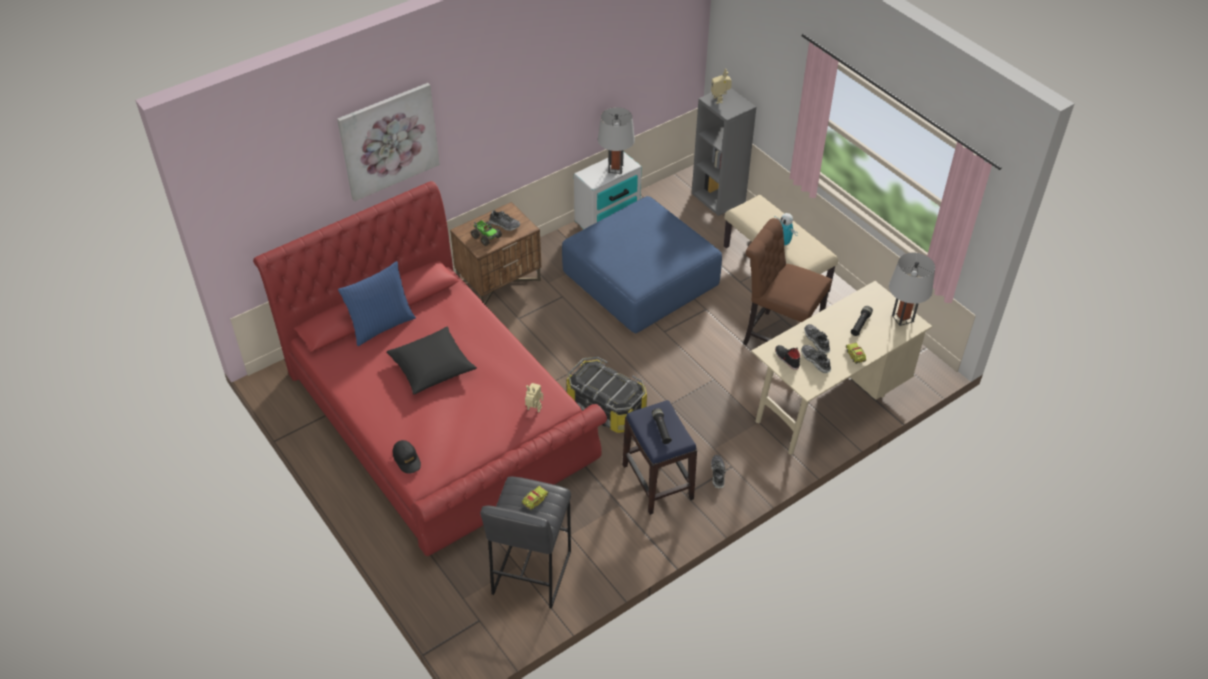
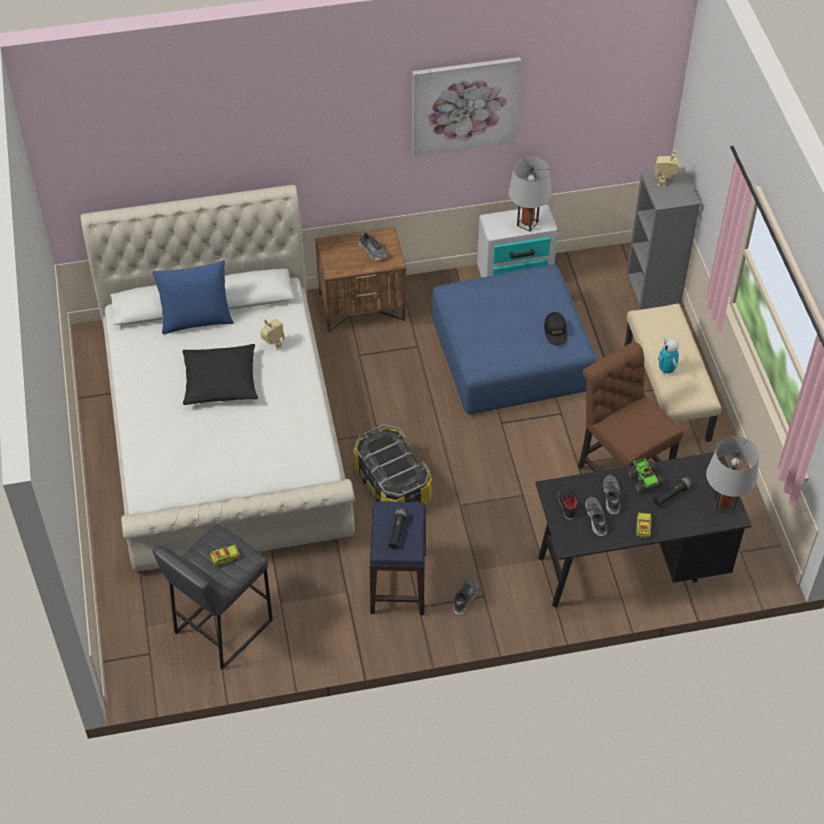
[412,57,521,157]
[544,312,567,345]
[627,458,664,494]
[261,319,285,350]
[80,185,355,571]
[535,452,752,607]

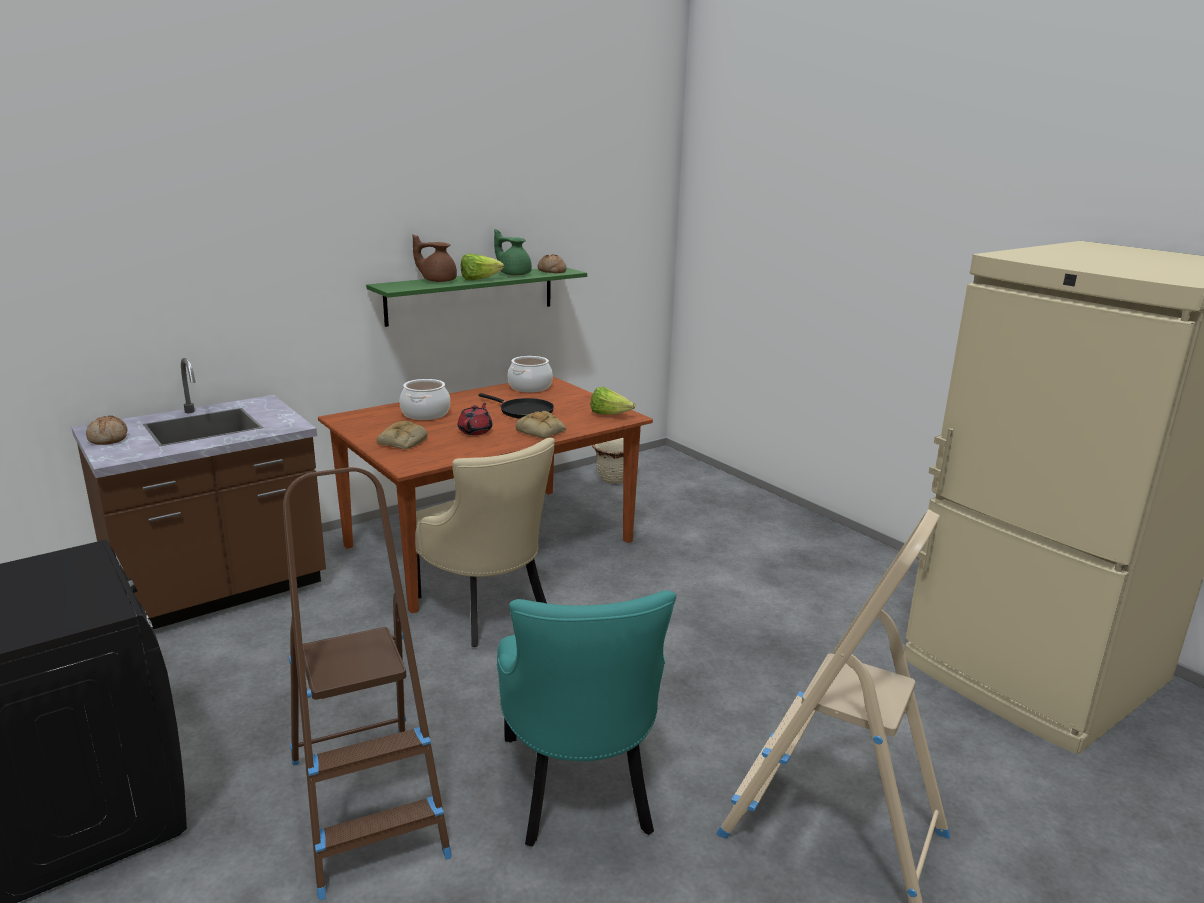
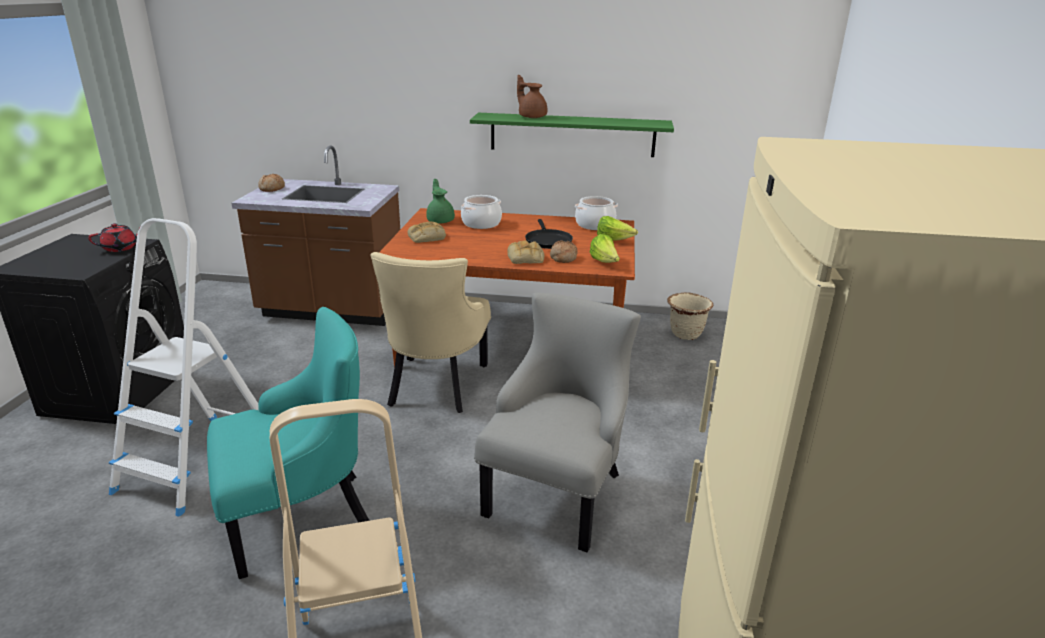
[474,293,641,552]
[88,223,140,252]
[597,216,638,241]
[426,179,455,224]
[550,240,578,263]
[109,218,259,517]
[207,307,370,579]

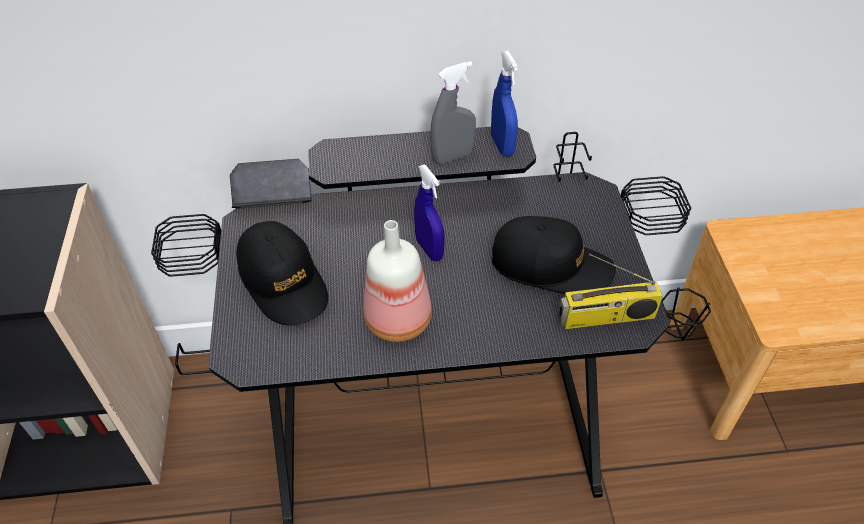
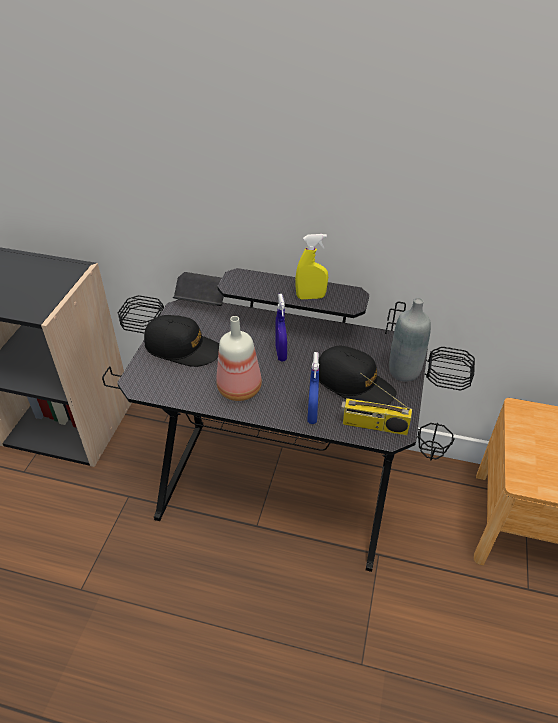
[389,298,431,382]
[307,352,319,424]
[295,234,328,299]
[144,315,219,367]

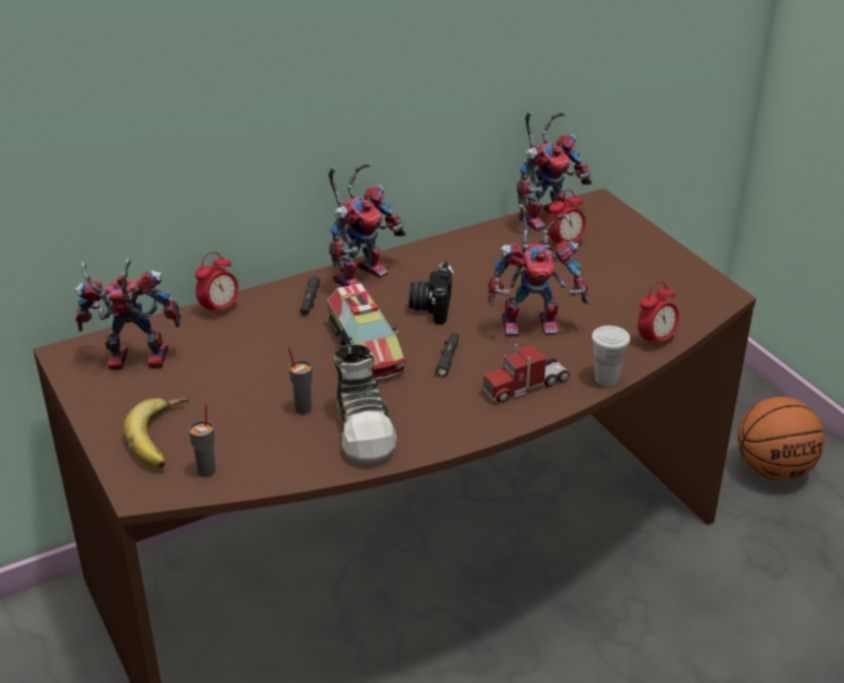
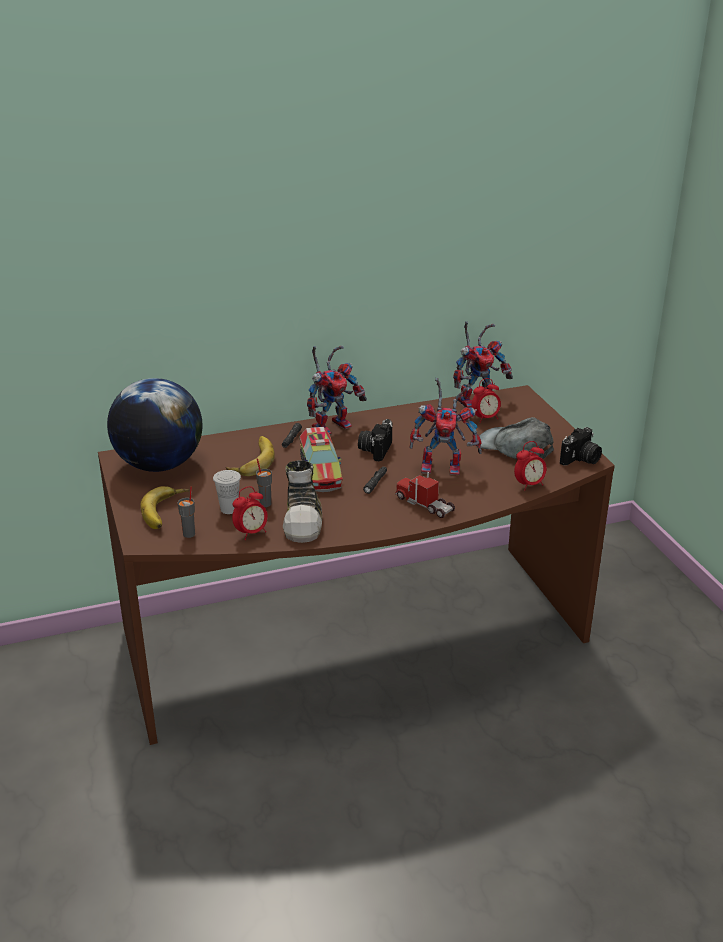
[737,397,825,481] (first image)
[226,436,275,476]
[475,417,554,459]
[560,427,602,465]
[232,486,268,540]
[213,470,241,514]
[107,378,202,472]
[395,472,455,518]

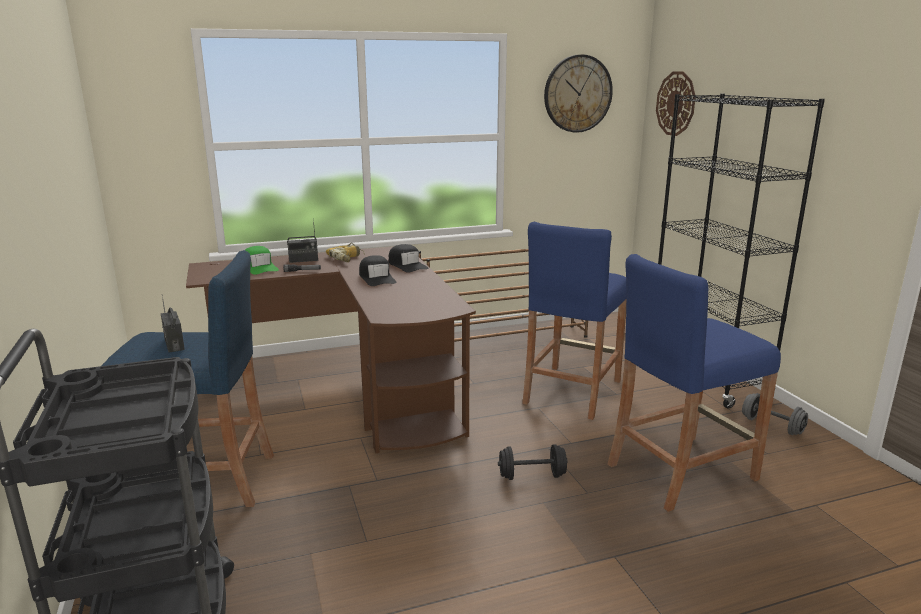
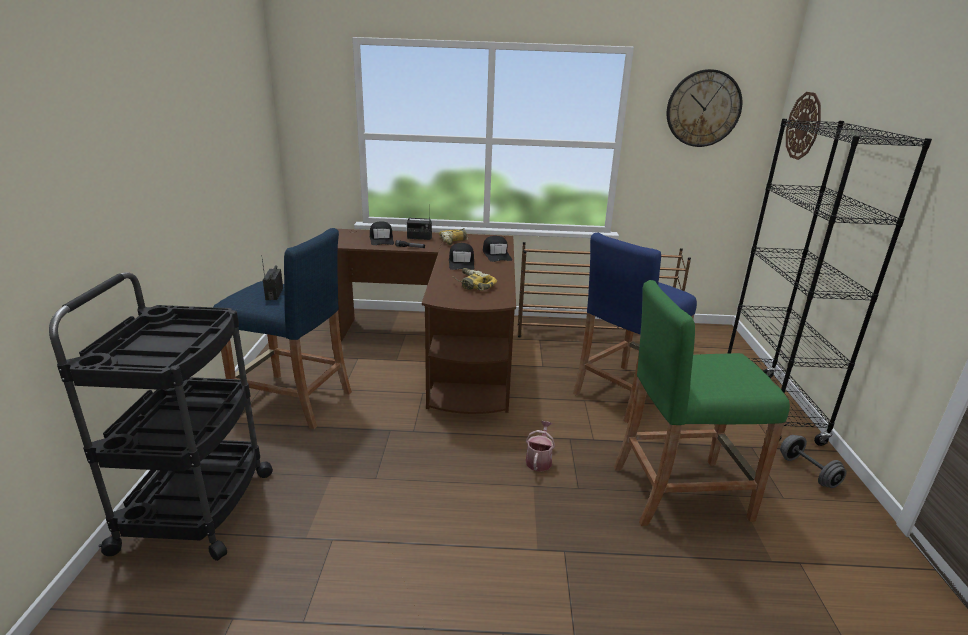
[453,268,497,291]
[526,421,555,472]
[370,221,394,245]
[614,280,790,526]

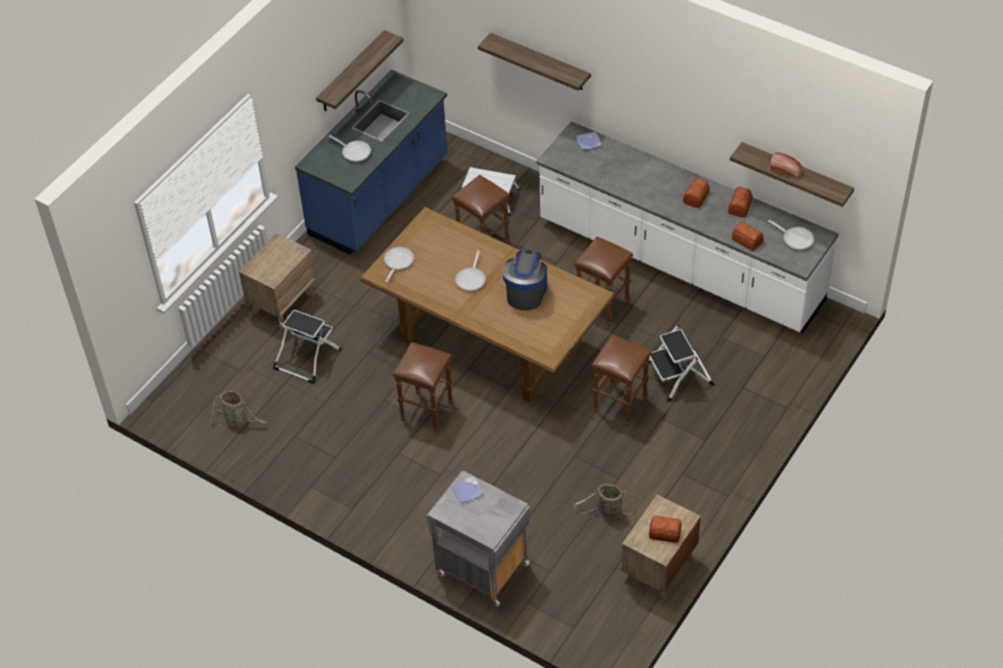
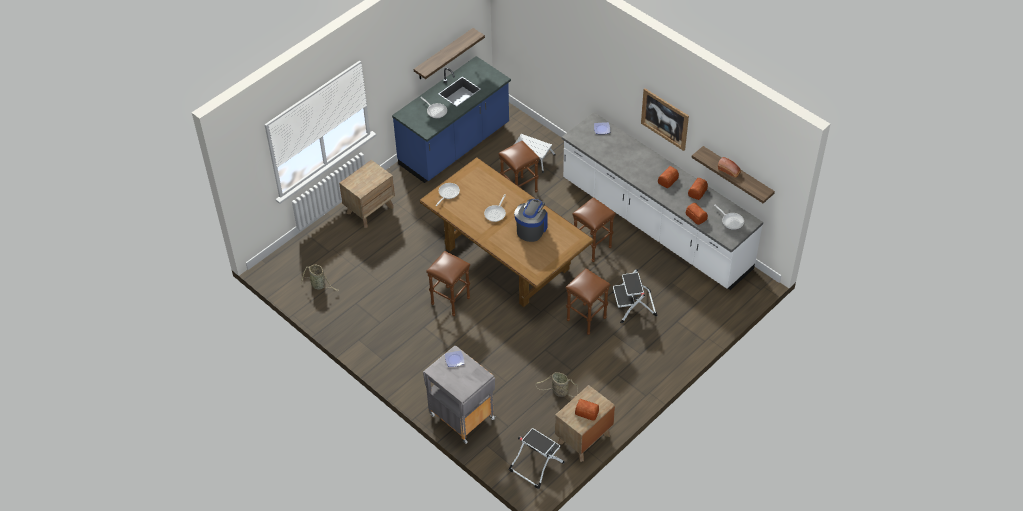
[478,33,591,91] (first image)
[641,88,689,151]
[508,428,565,489]

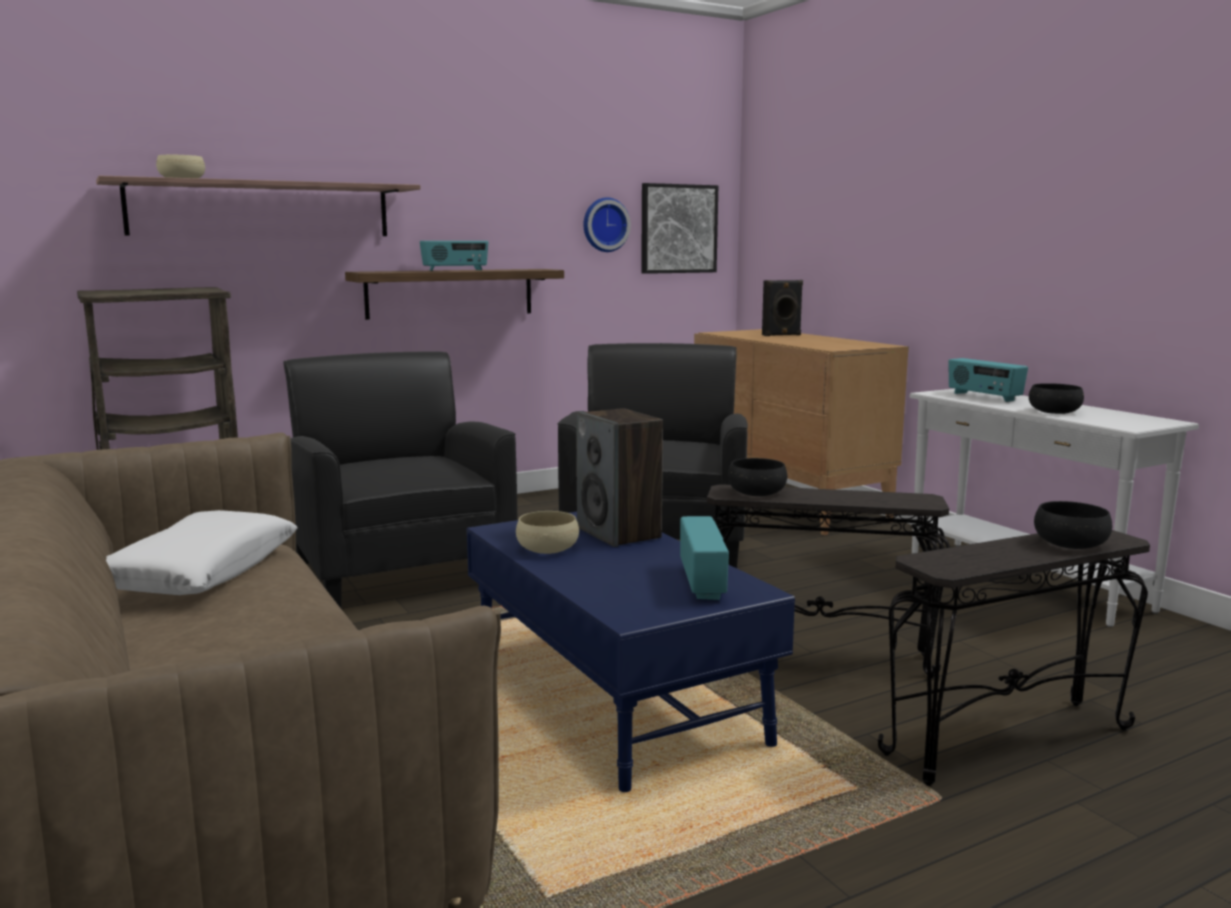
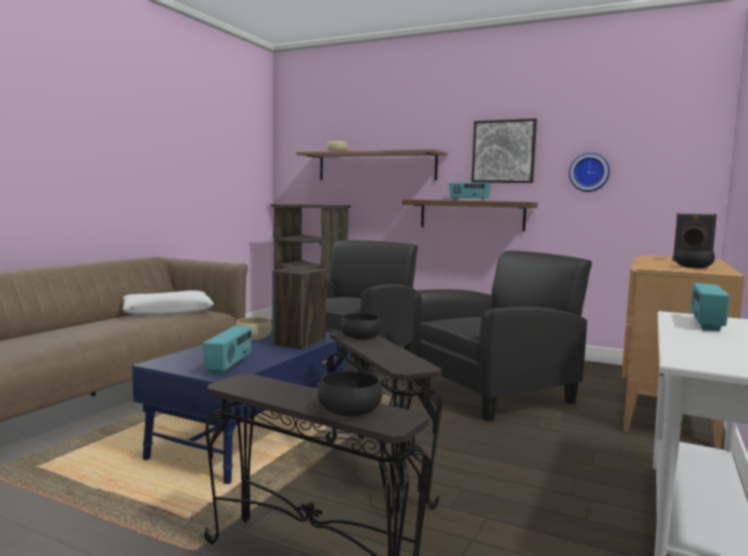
[471,119,537,183]
[674,248,715,268]
[203,326,252,375]

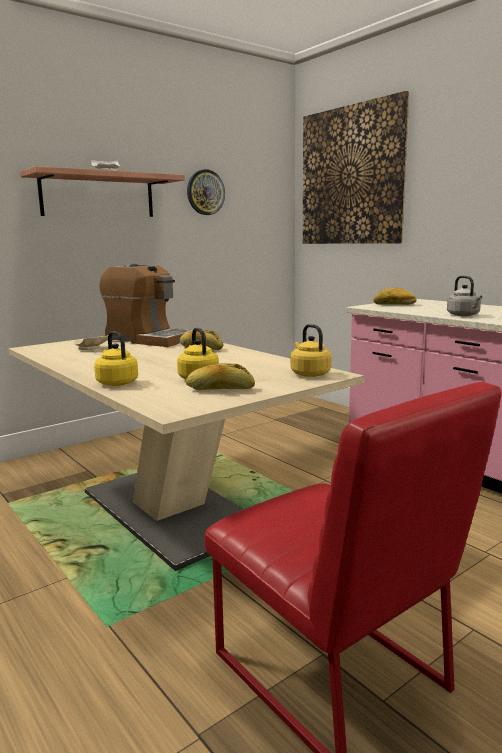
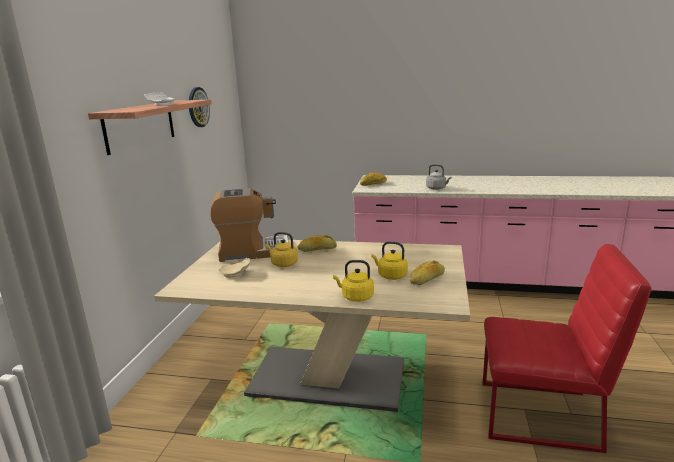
[303,91,409,244] (first image)
[265,232,298,267]

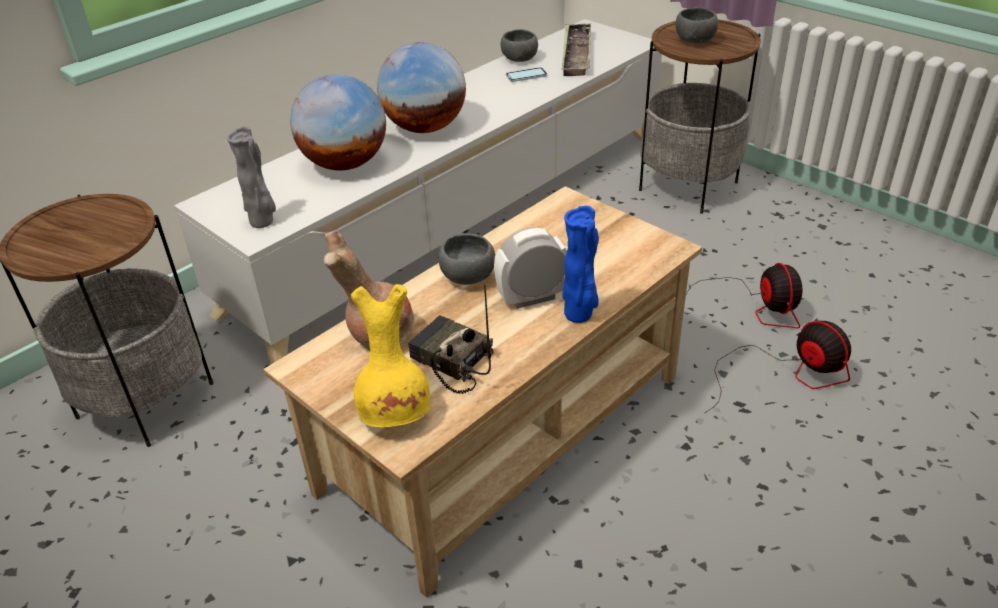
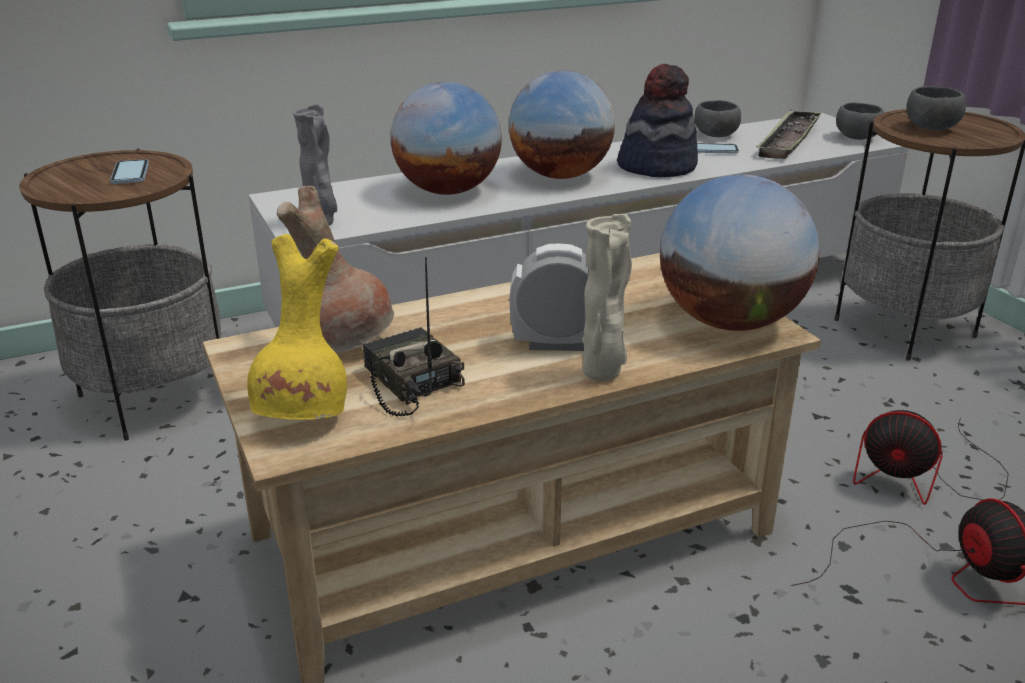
[110,159,149,184]
[617,64,698,177]
[660,174,820,331]
[836,102,884,140]
[583,214,632,381]
[853,410,1009,505]

